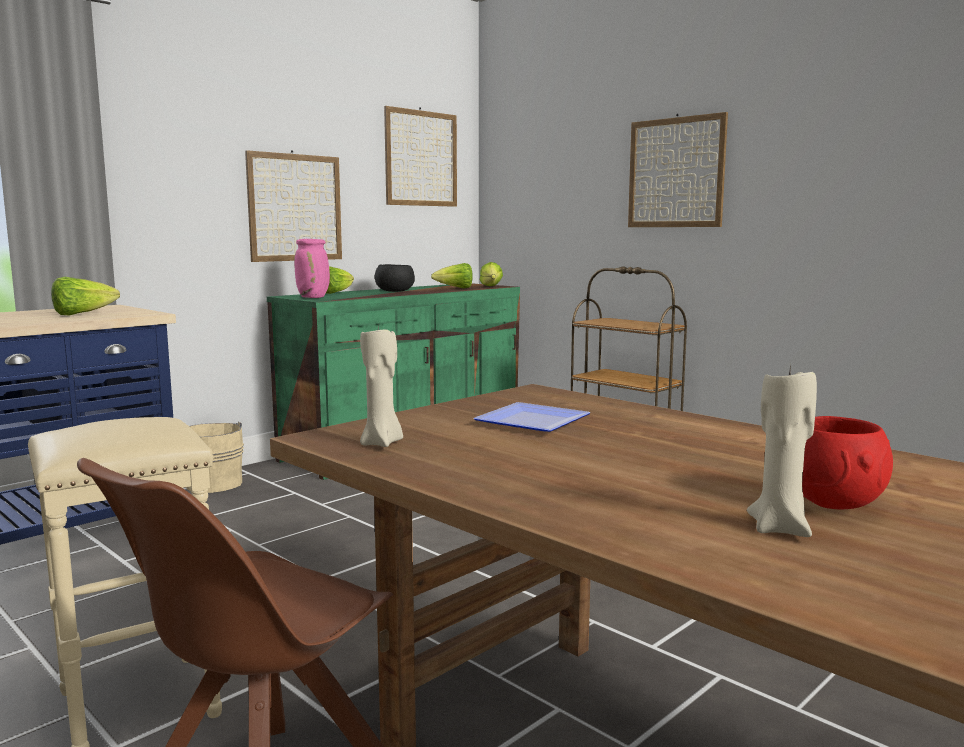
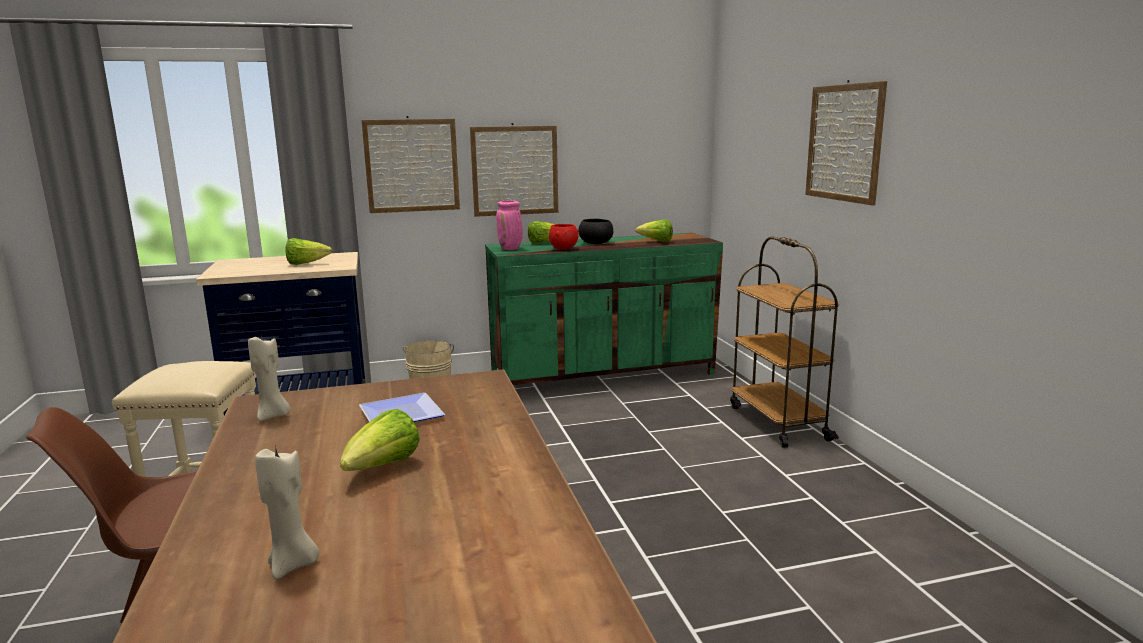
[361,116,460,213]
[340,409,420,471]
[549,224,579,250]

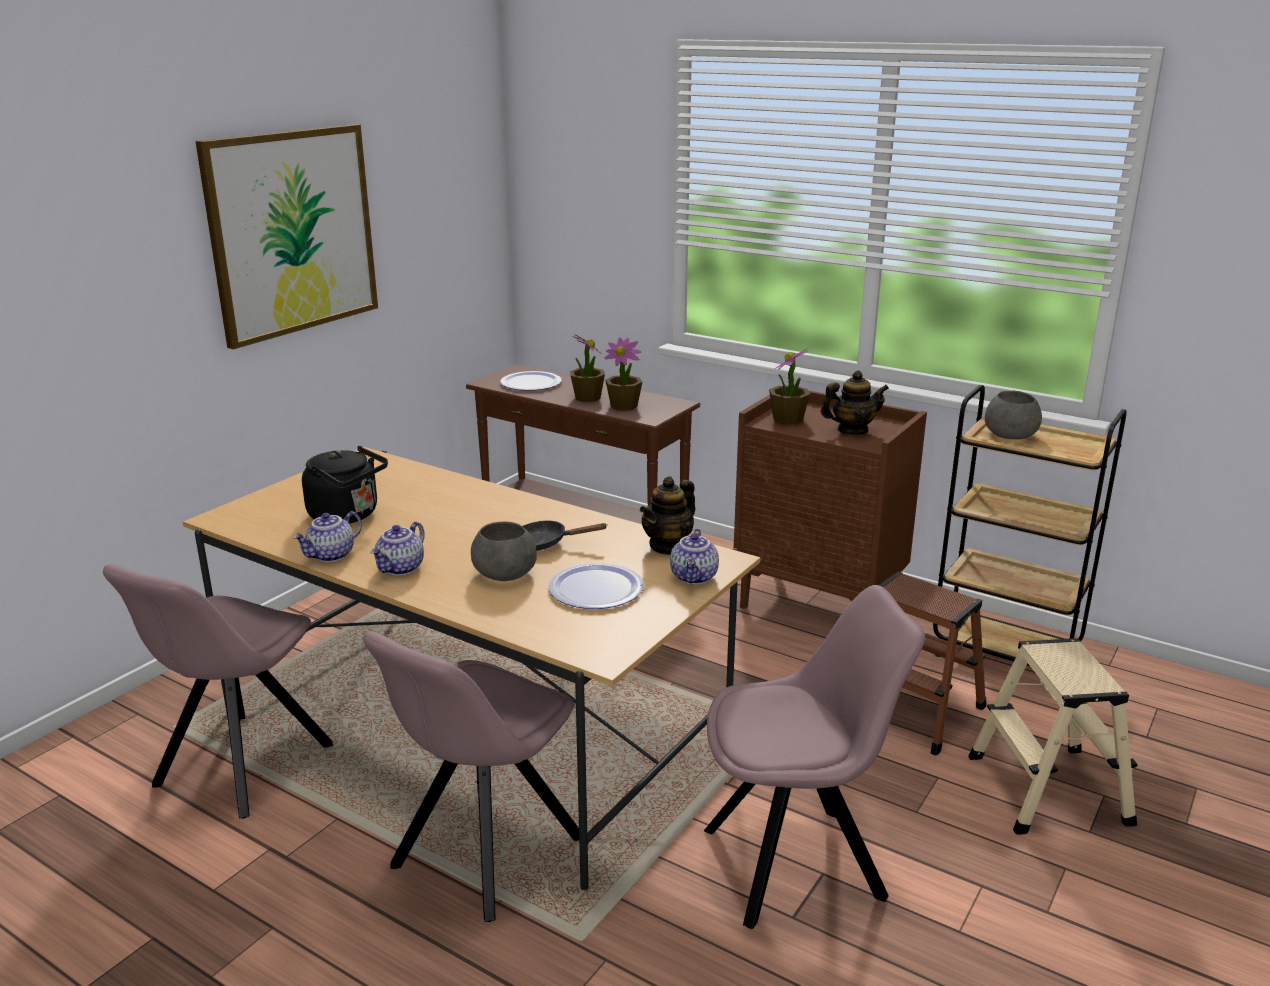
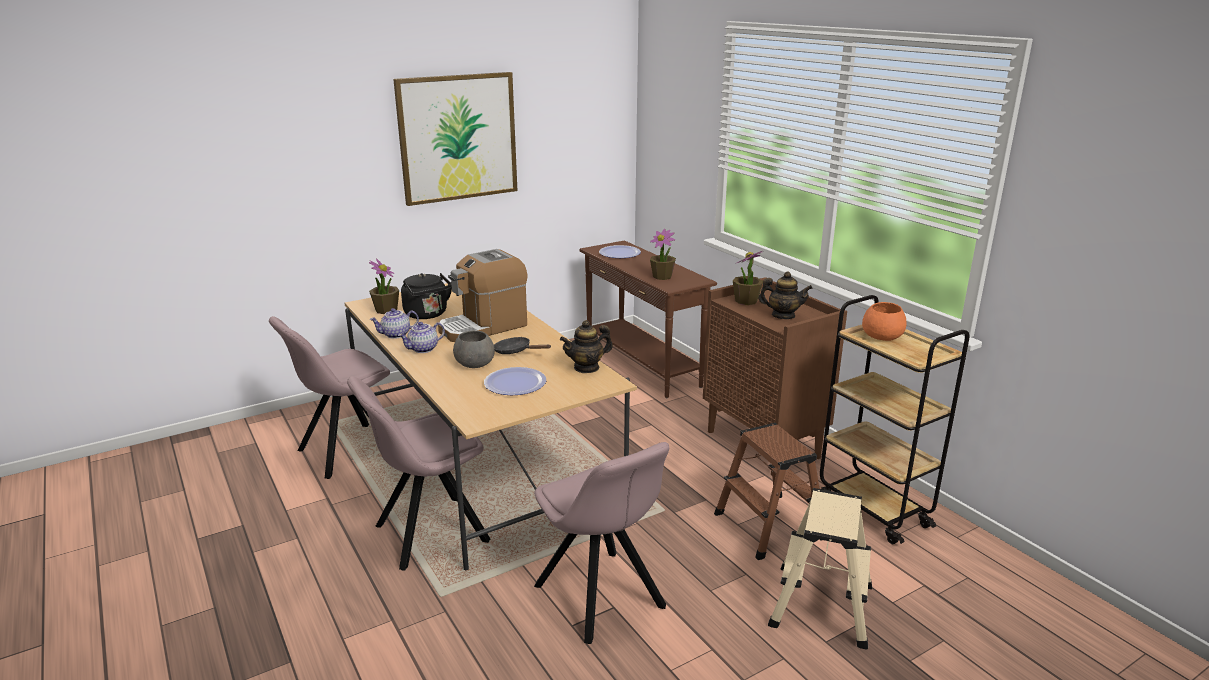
[670,529,719,585] (first image)
[438,249,527,342]
[369,259,399,314]
[862,302,907,341]
[534,442,669,644]

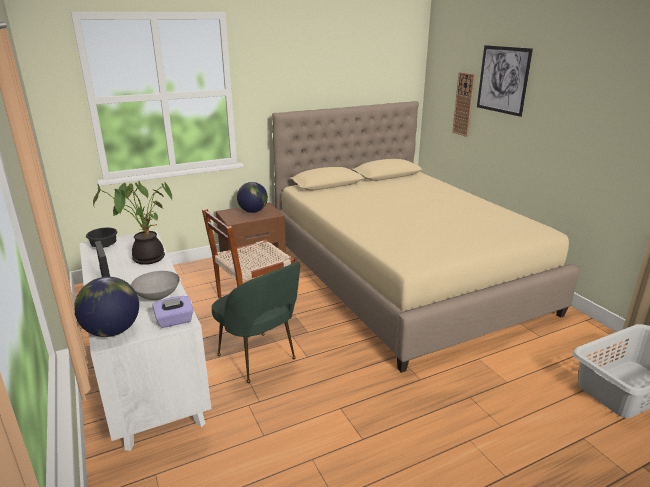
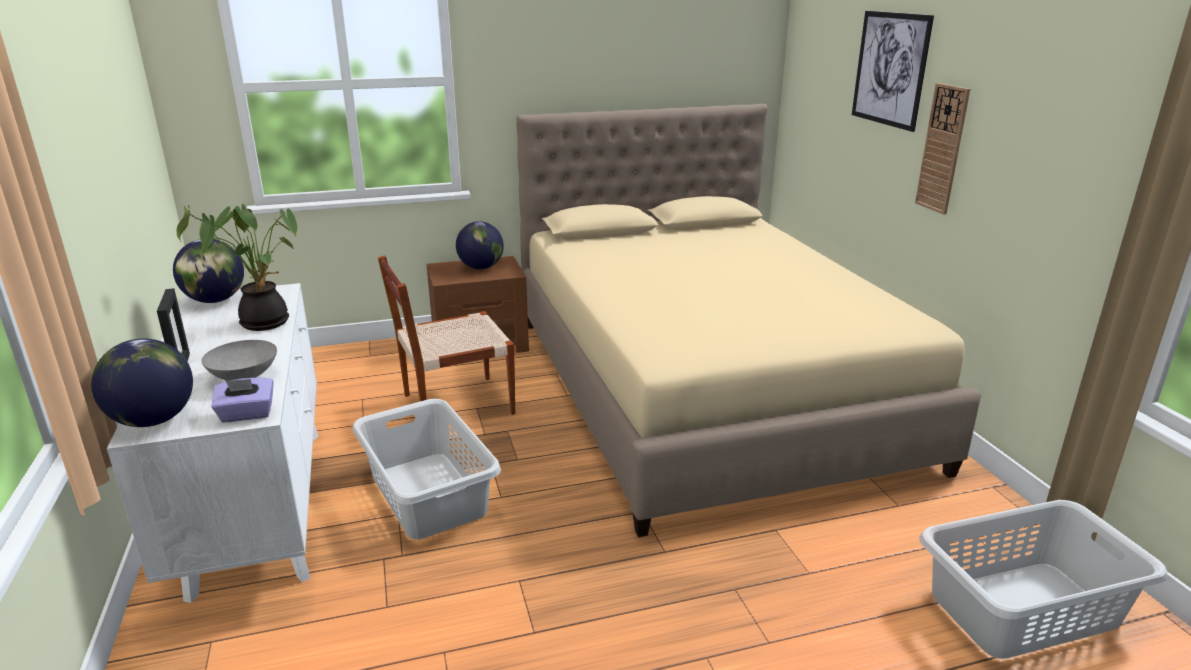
[915,83,970,215]
[173,239,244,303]
[352,399,501,539]

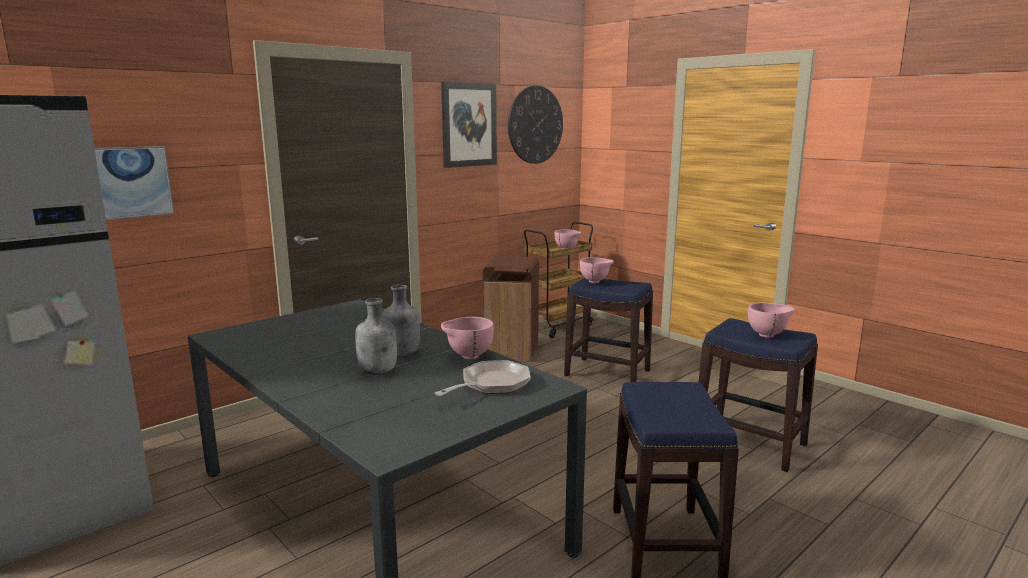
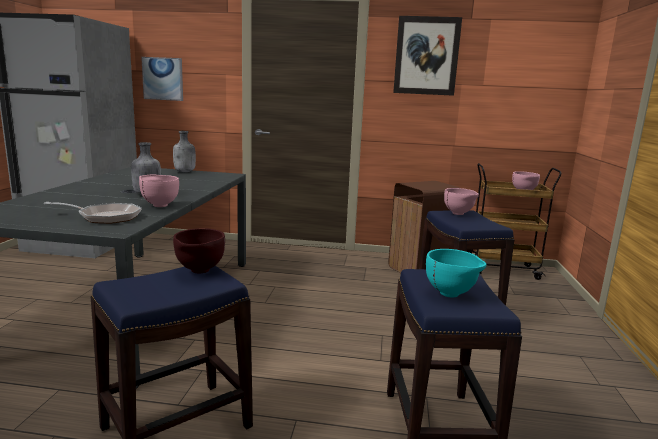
[508,86,563,164] (first image)
[173,228,225,273]
[173,131,196,172]
[426,249,486,297]

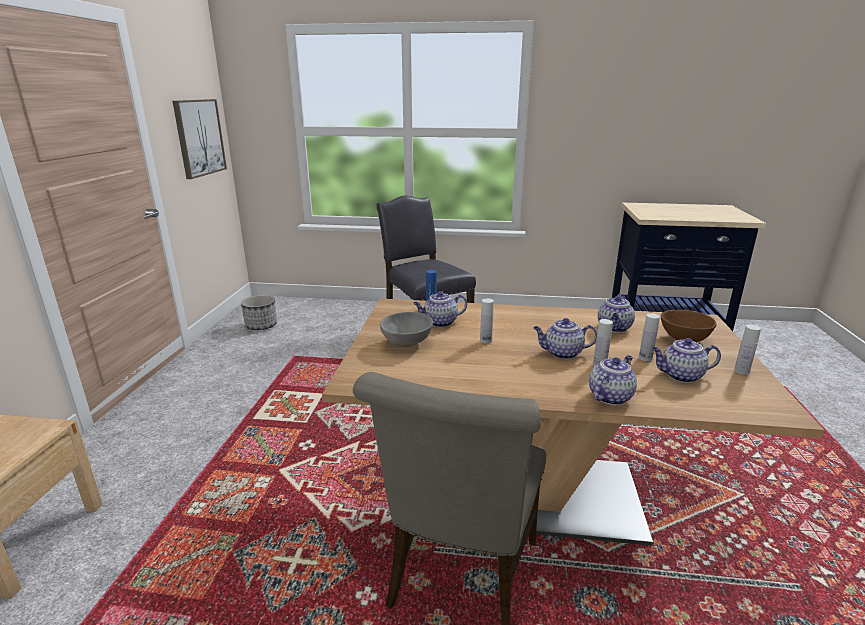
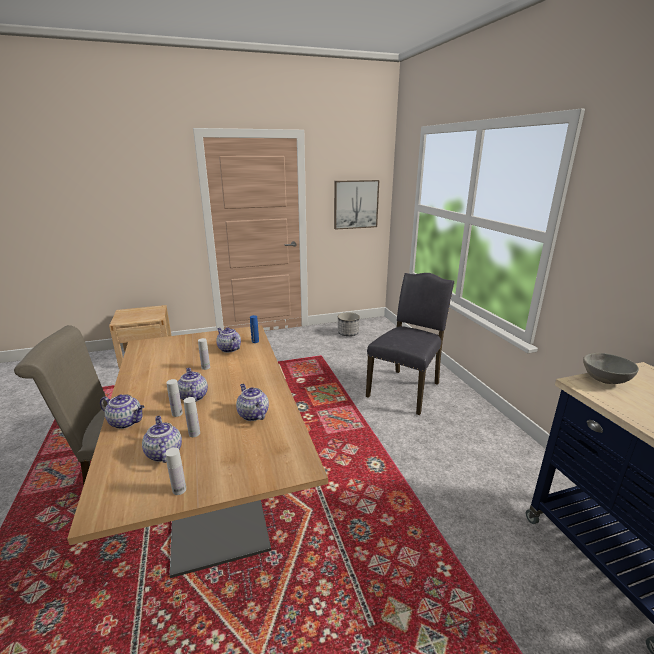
[661,310,717,342] (first image)
[583,353,639,384]
[236,384,269,421]

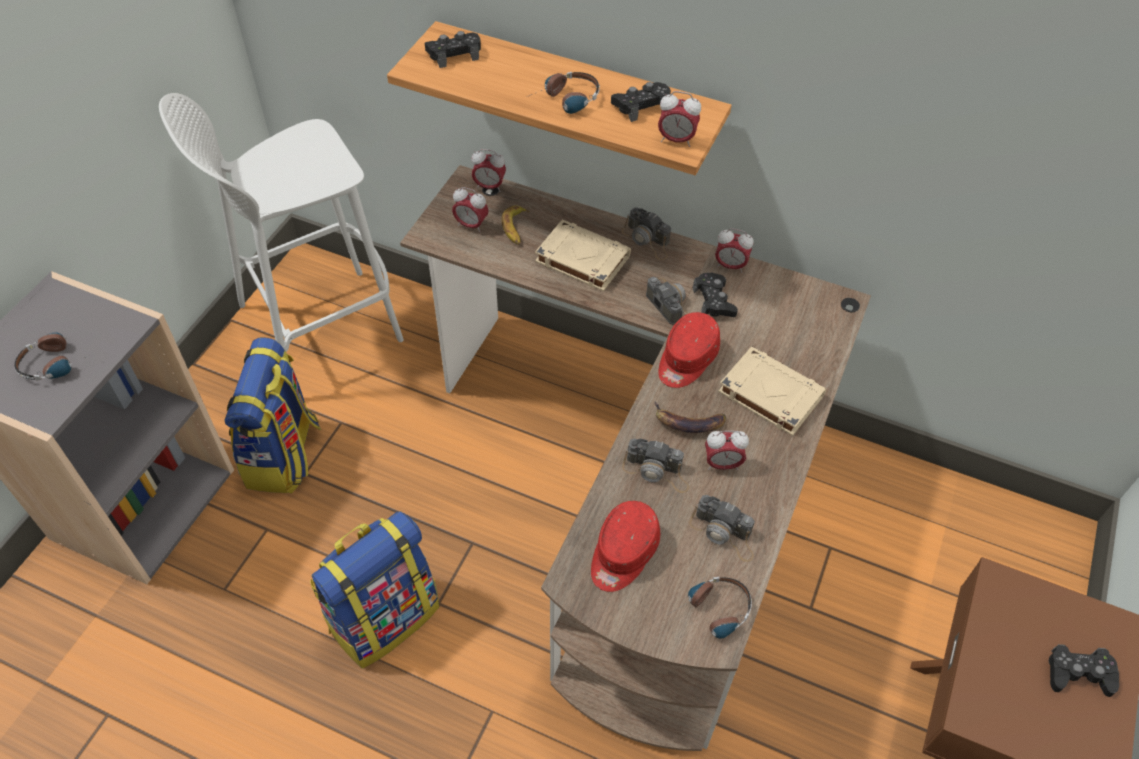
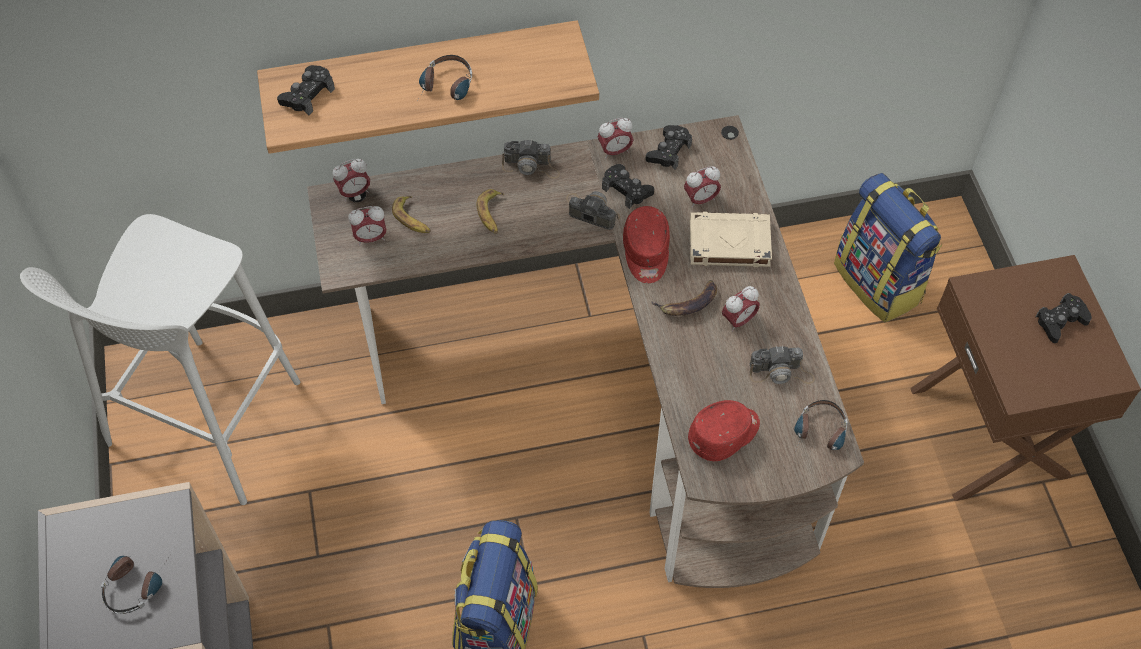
[622,438,689,493] (first image)
[834,173,942,322]
[645,125,692,170]
[684,166,721,208]
[477,189,504,234]
[688,400,760,461]

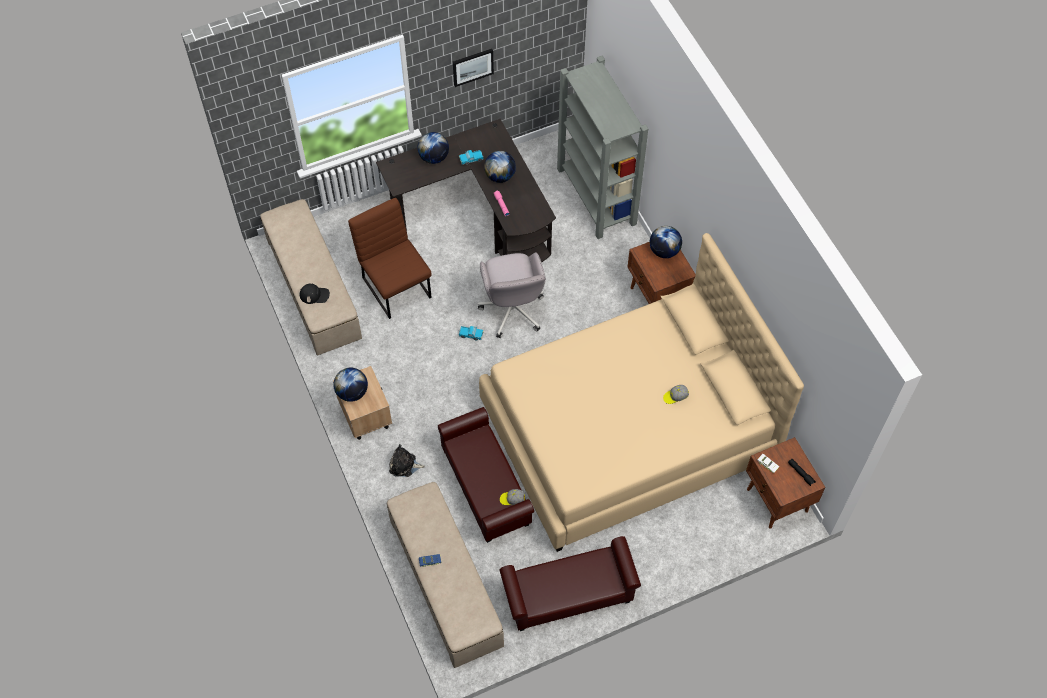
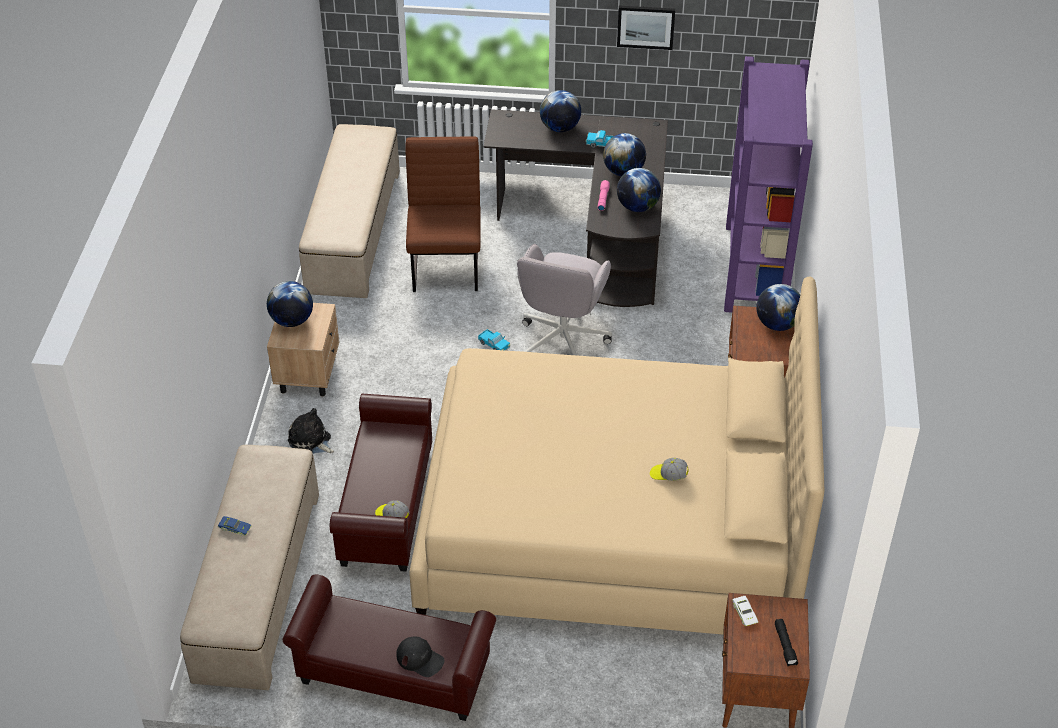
[617,168,661,212]
[396,637,444,677]
[724,56,813,313]

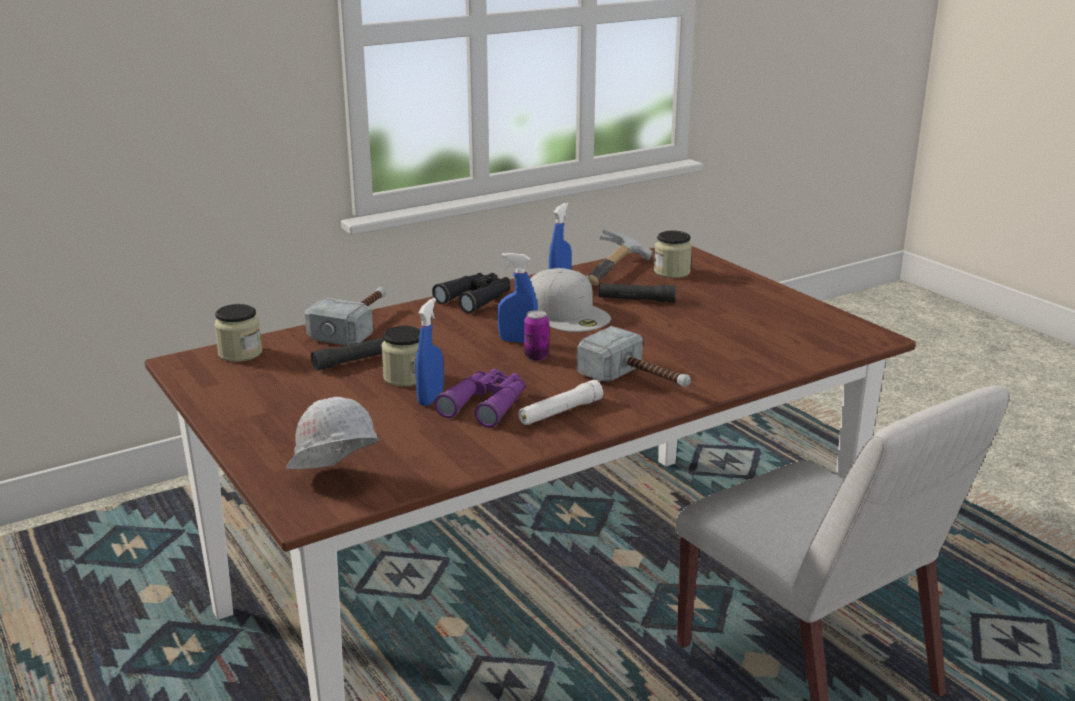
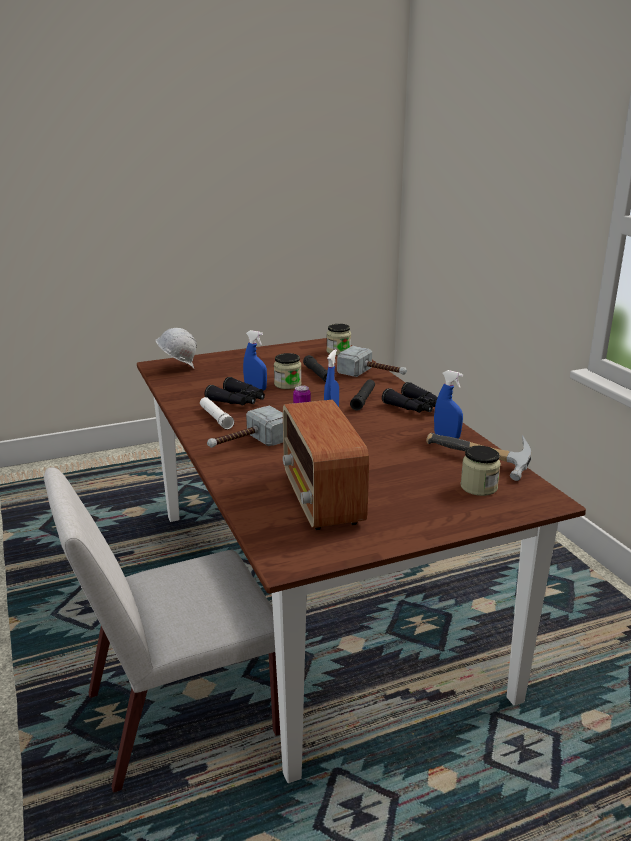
[530,268,611,332] (first image)
[283,400,369,530]
[350,380,375,411]
[204,377,265,406]

